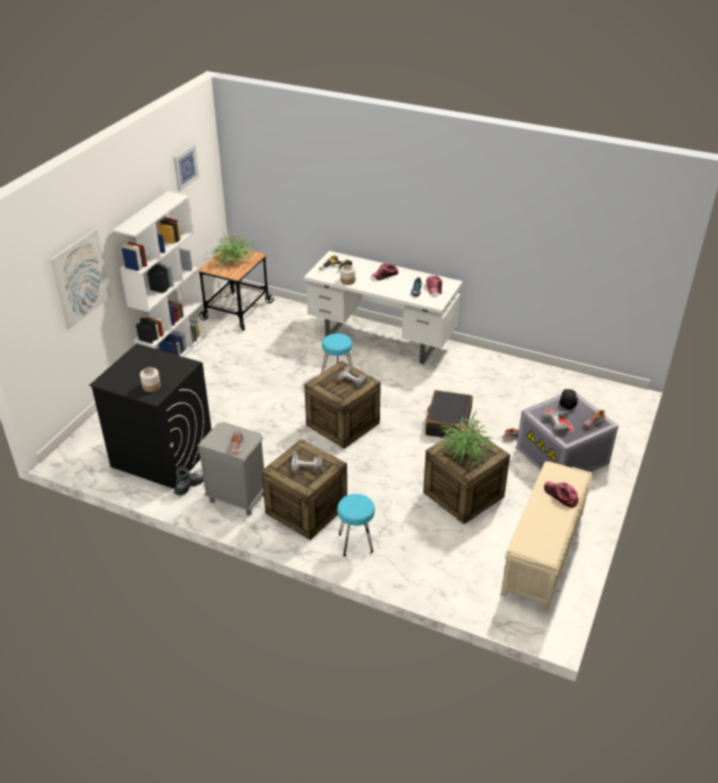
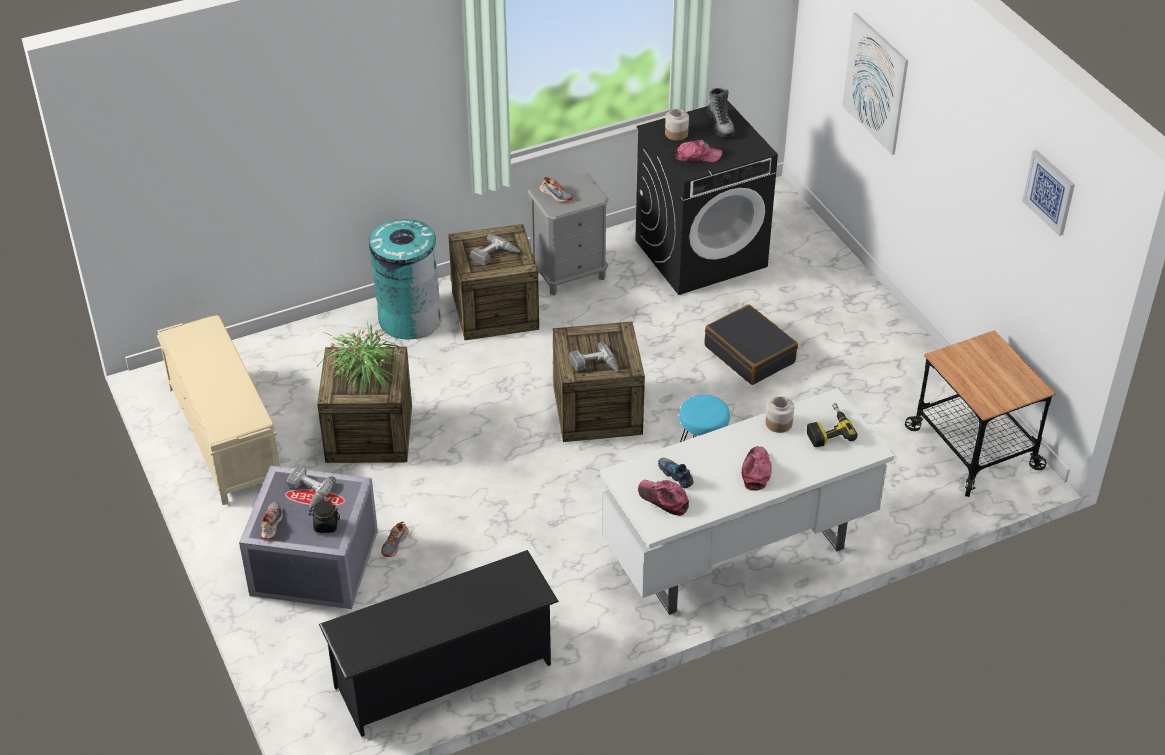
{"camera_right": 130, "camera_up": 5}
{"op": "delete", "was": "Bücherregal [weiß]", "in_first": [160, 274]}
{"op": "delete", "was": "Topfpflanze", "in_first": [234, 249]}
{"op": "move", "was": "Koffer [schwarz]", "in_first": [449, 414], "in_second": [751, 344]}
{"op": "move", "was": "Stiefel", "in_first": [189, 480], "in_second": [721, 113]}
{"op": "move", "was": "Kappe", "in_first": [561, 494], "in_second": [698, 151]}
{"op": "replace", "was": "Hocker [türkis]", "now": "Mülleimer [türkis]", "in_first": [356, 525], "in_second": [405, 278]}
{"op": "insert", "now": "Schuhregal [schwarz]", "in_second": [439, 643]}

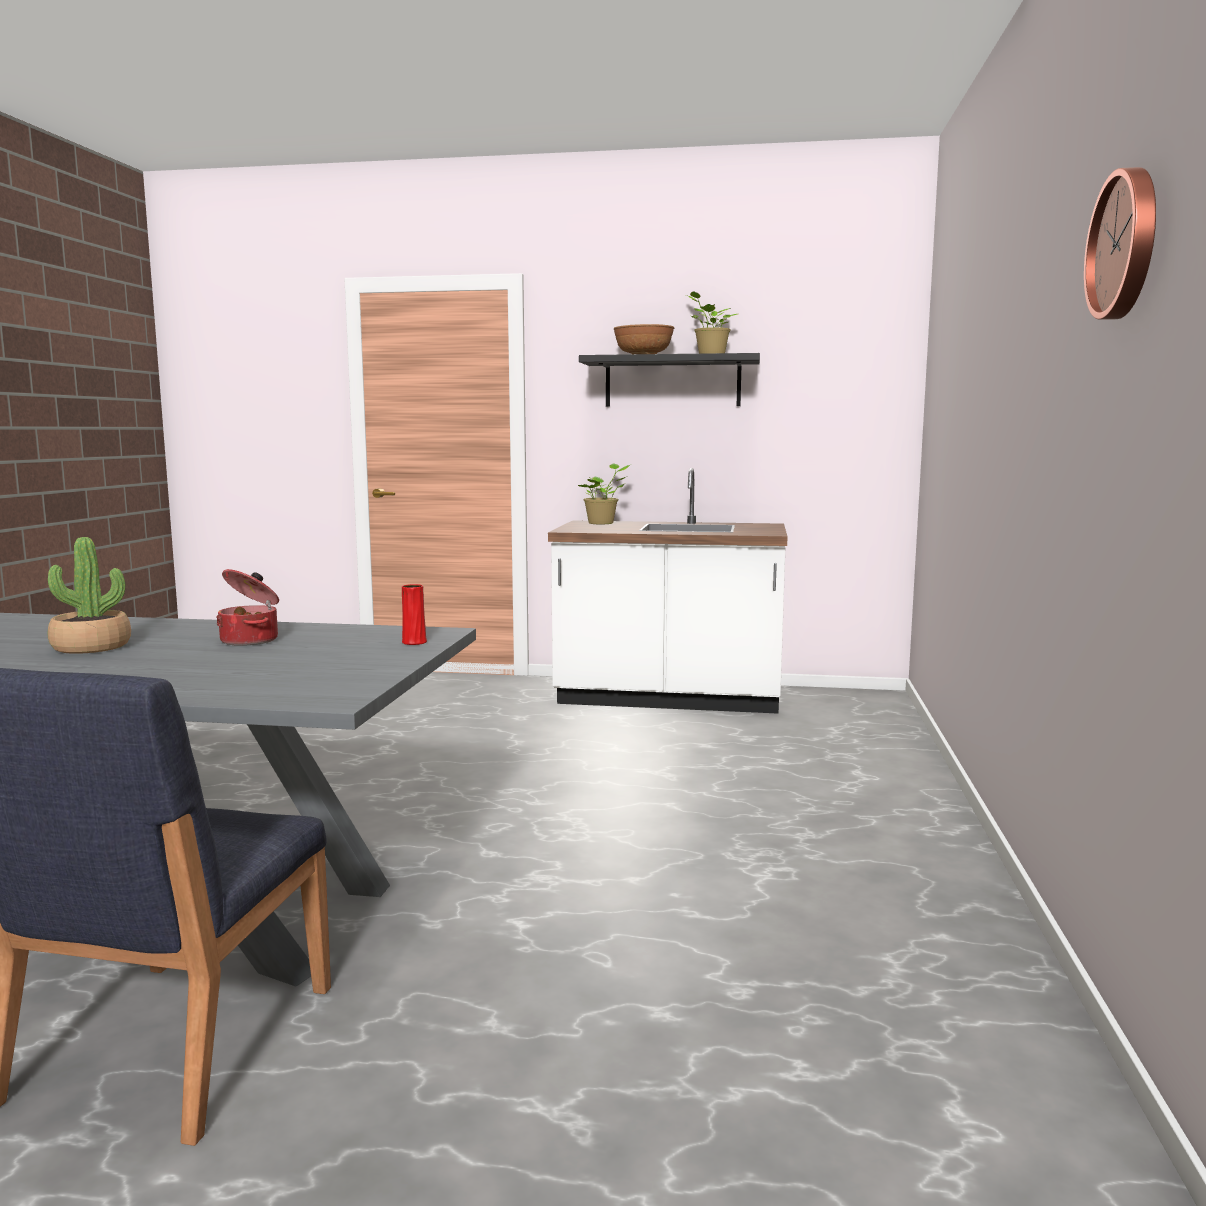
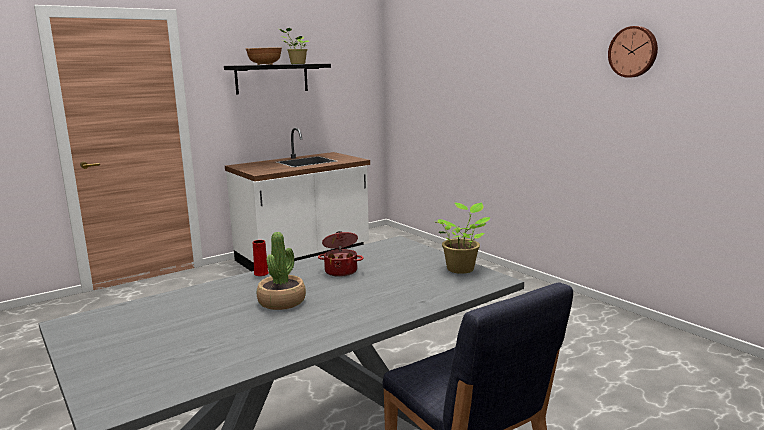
{"camera_right": -45, "camera_up": 5}
{"op": "move", "was": "Topfpflanze", "in_first": [604, 493], "in_second": [463, 238]}
{"op": "move", "was": "Vase [rot]", "in_first": [414, 614], "in_second": [261, 258]}

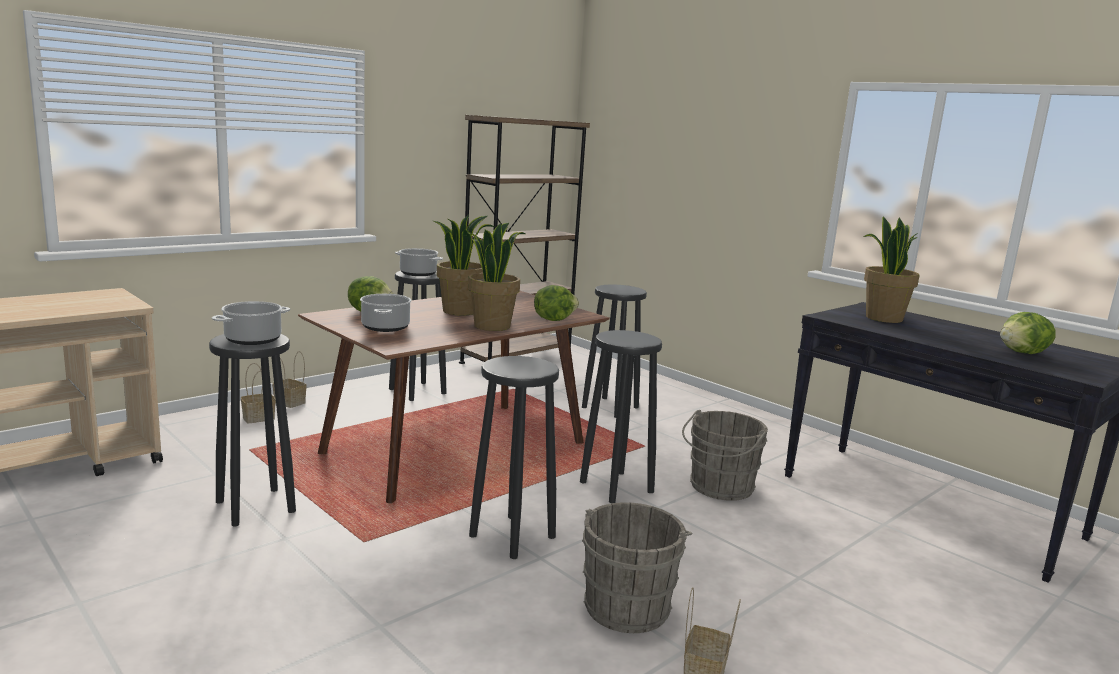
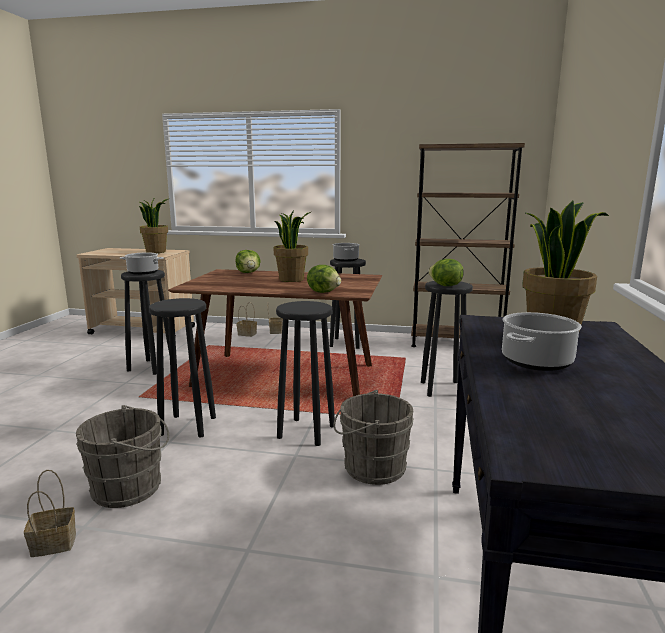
{"camera_right": 55, "camera_up": 0}
{"op": "move", "was": "Topfpflanze", "in_first": [496, 277], "in_second": [153, 226]}
{"op": "move", "was": "Kochtopf", "in_first": [386, 313], "in_second": [542, 341]}
{"op": "move", "was": "Salatkopf", "in_first": [1028, 333], "in_second": [446, 272]}

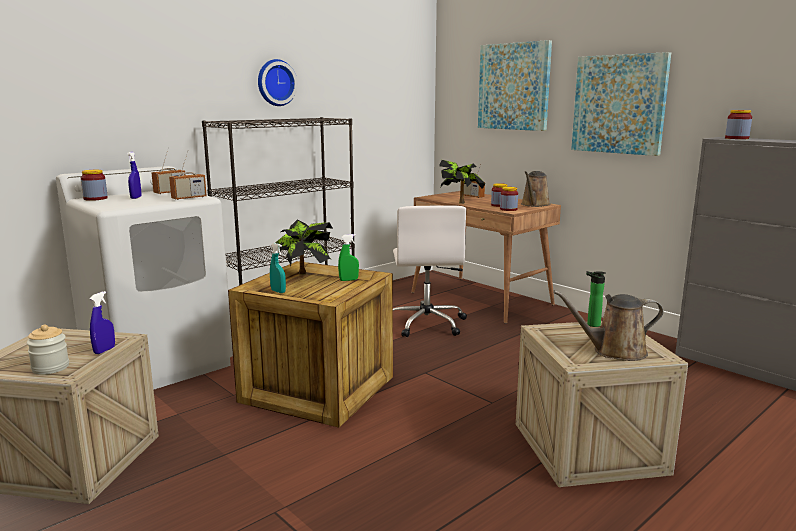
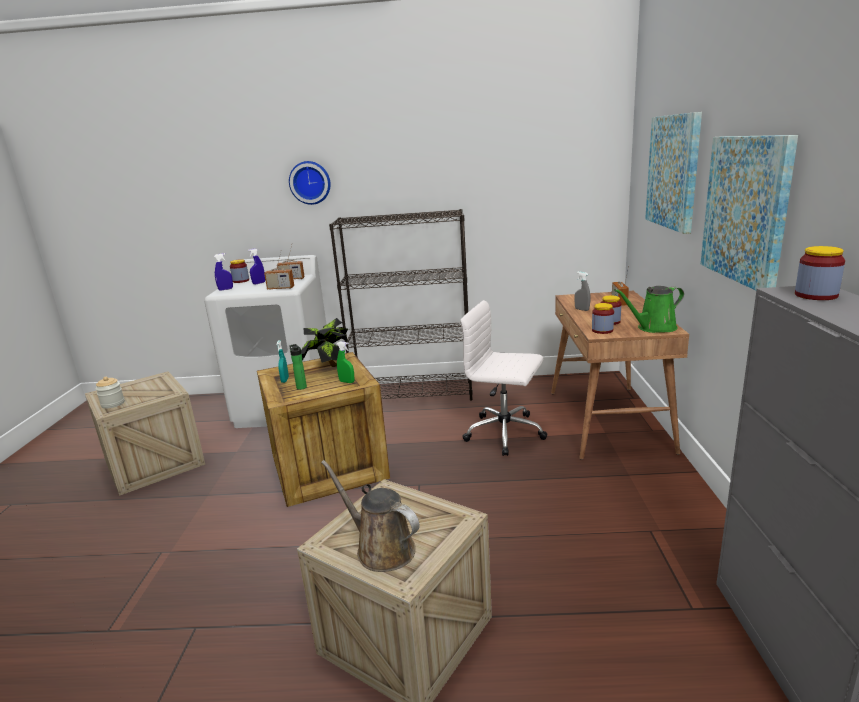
{"camera_right": 45, "camera_up": 5}
{"op": "move", "was": "Wanduhr", "in_first": [278, 82], "in_second": [310, 183]}
{"op": "replace", "was": "Topfpflanze", "now": "Sprühflasche [grau]", "in_first": [462, 182], "in_second": [582, 291]}
{"op": "recolor", "was": "Gießkanne [braun]", "now": "Gießkanne [grün]", "in_first": [536, 189], "in_second": [649, 309]}
{"op": "rotate", "was": "Bürostuhl [weiß]", "in_first": [430, 271], "in_second": [504, 378], "clockwise": 75}
{"op": "move", "was": "Flasche", "in_first": [596, 299], "in_second": [298, 367]}
{"op": "move", "was": "Sprühflasche [blau]", "in_first": [102, 322], "in_second": [223, 272]}

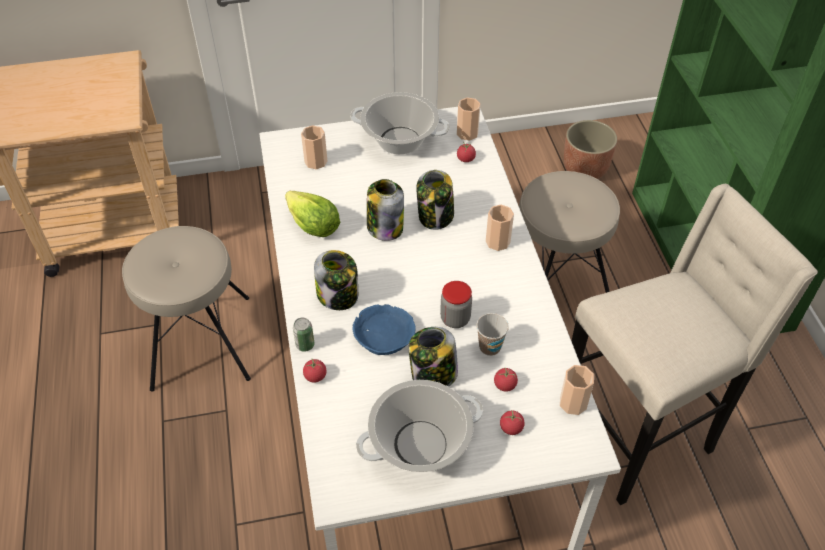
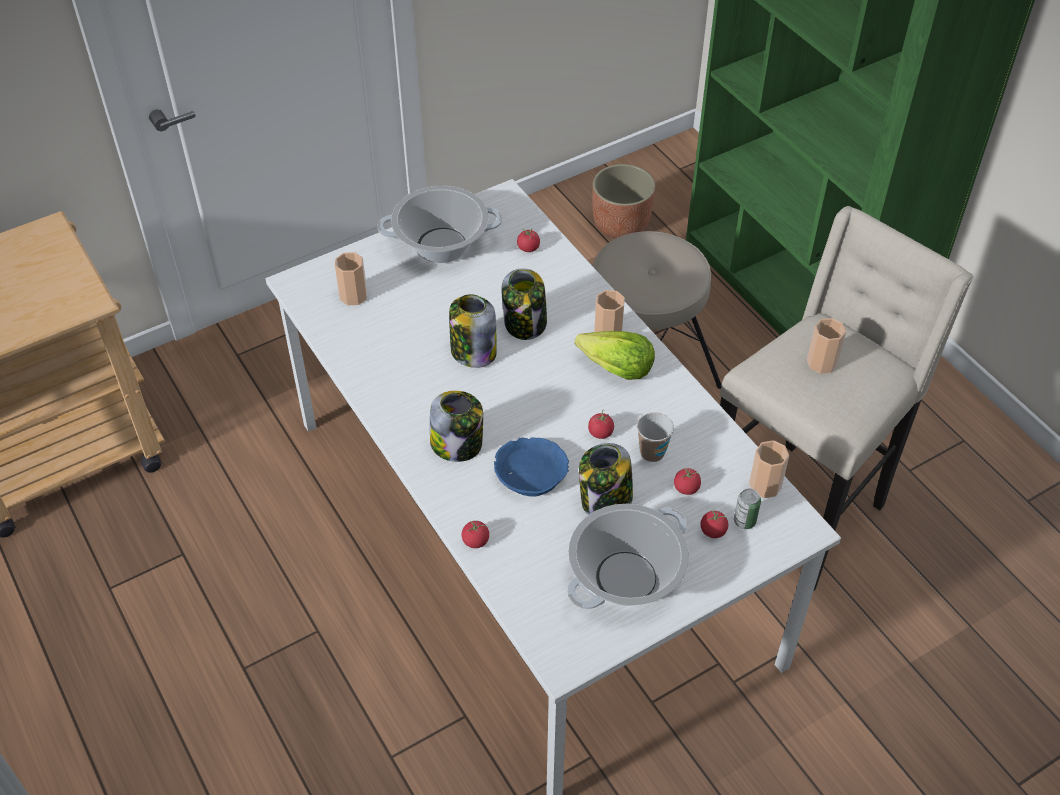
{"camera_right": -20, "camera_up": 0}
{"op": "move", "was": "Tasse", "in_first": [469, 119], "in_second": [826, 346]}
{"op": "move", "was": "Salatkopf", "in_first": [312, 214], "in_second": [615, 355]}
{"op": "delete", "was": "Hocker [beige]", "in_first": [186, 308]}
{"op": "replace", "was": "Vorratsglas", "now": "Tomate", "in_first": [456, 304], "in_second": [601, 424]}
{"op": "move", "was": "Dose", "in_first": [304, 335], "in_second": [747, 509]}

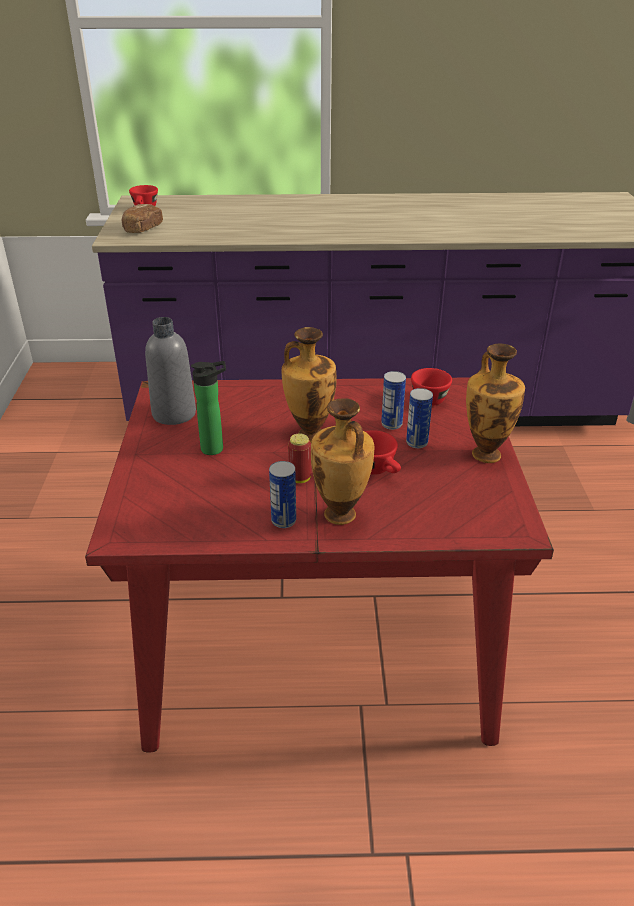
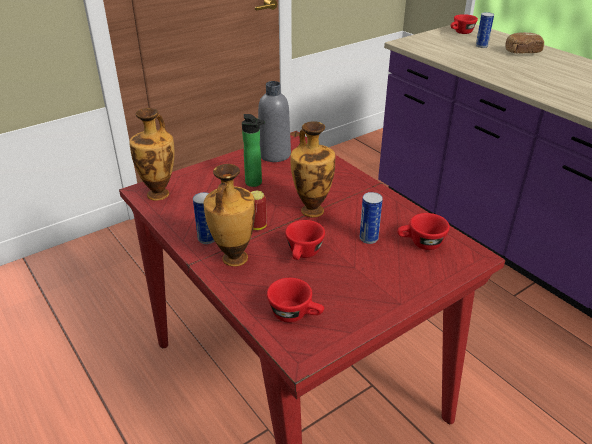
{"camera_right": 55, "camera_up": 0}
{"op": "move", "was": "Brot", "in_first": [142, 218], "in_second": [525, 42]}
{"op": "move", "was": "Vase", "in_first": [495, 403], "in_second": [152, 154]}
{"op": "move", "was": "Dose", "in_first": [419, 418], "in_second": [485, 30]}
{"op": "insert", "now": "Tasse [rot]", "in_second": [295, 300]}

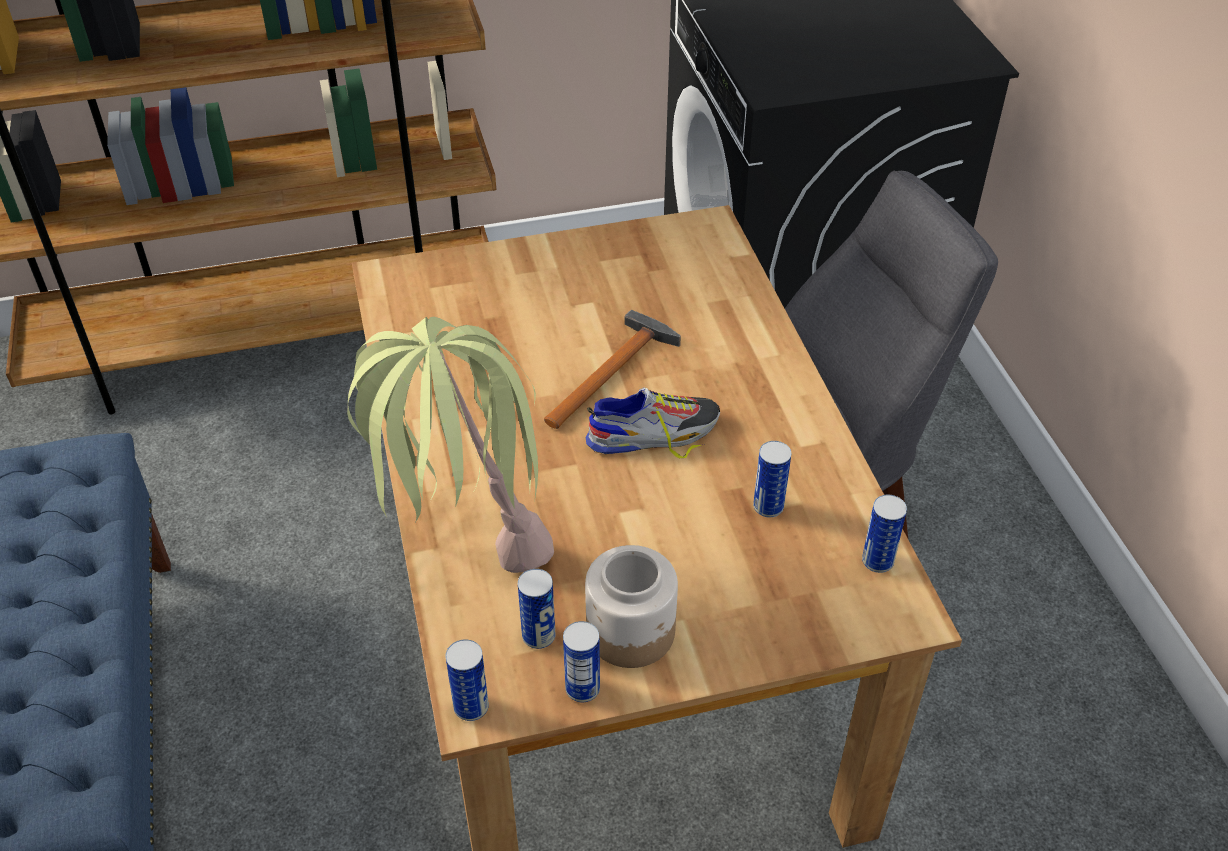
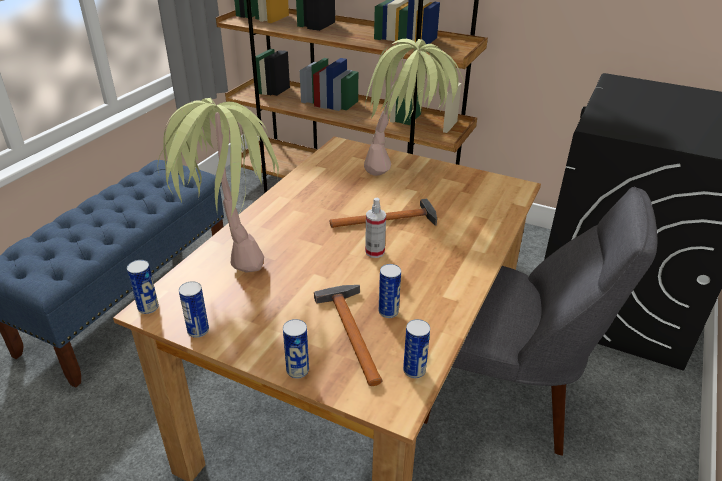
{"camera_right": 40, "camera_up": -10}
{"op": "replace", "was": "Schuh", "now": "Sprühflasche", "in_first": [653, 423], "in_second": [375, 228]}
{"op": "delete", "was": "Vorratsglas", "in_first": [631, 606]}
{"op": "move", "was": "Dose", "in_first": [537, 609], "in_second": [296, 349]}
{"op": "insert", "now": "Topfpflanze", "in_second": [414, 107]}
{"op": "insert", "now": "Hammer", "in_second": [348, 335]}

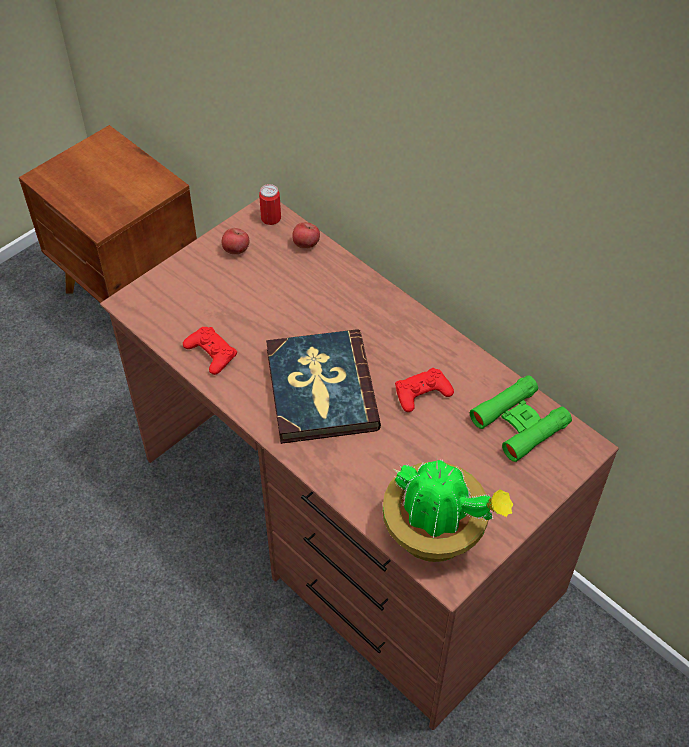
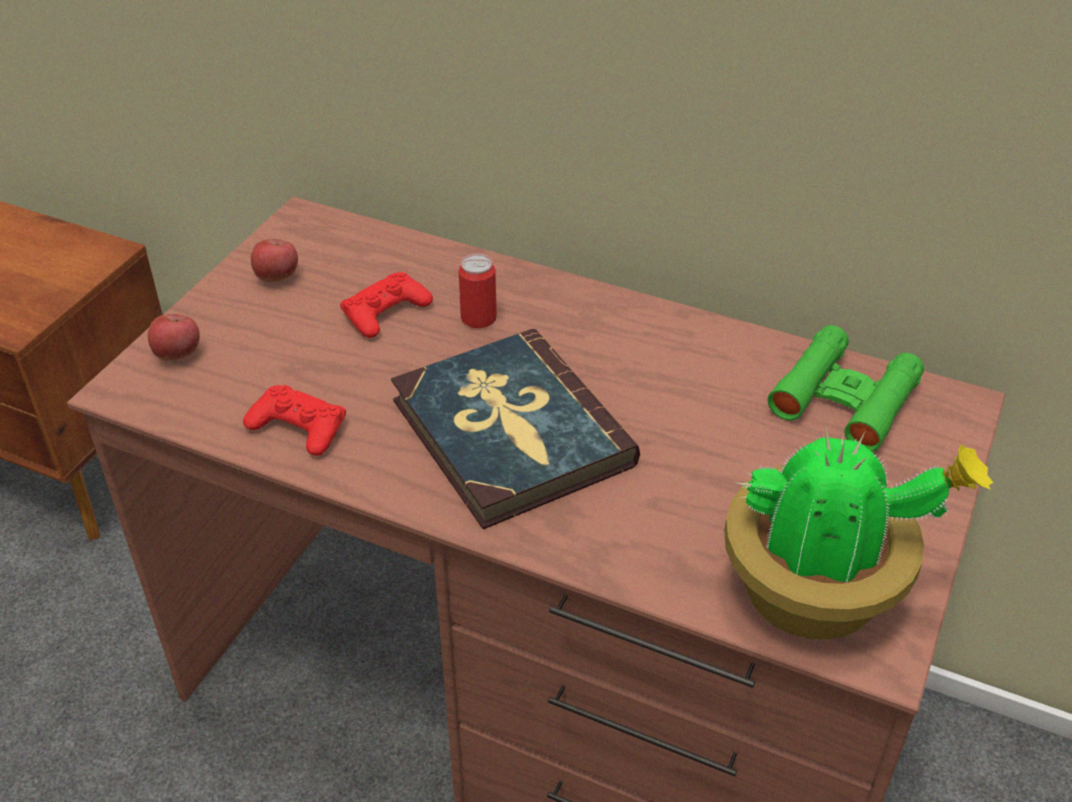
{"camera_right": -20, "camera_up": -10}
{"op": "move", "was": "Dose", "in_first": [270, 204], "in_second": [478, 290]}
{"op": "move", "was": "Apfel", "in_first": [306, 235], "in_second": [174, 337]}
{"op": "move", "was": "Gamepad [rot]", "in_first": [424, 390], "in_second": [386, 305]}

